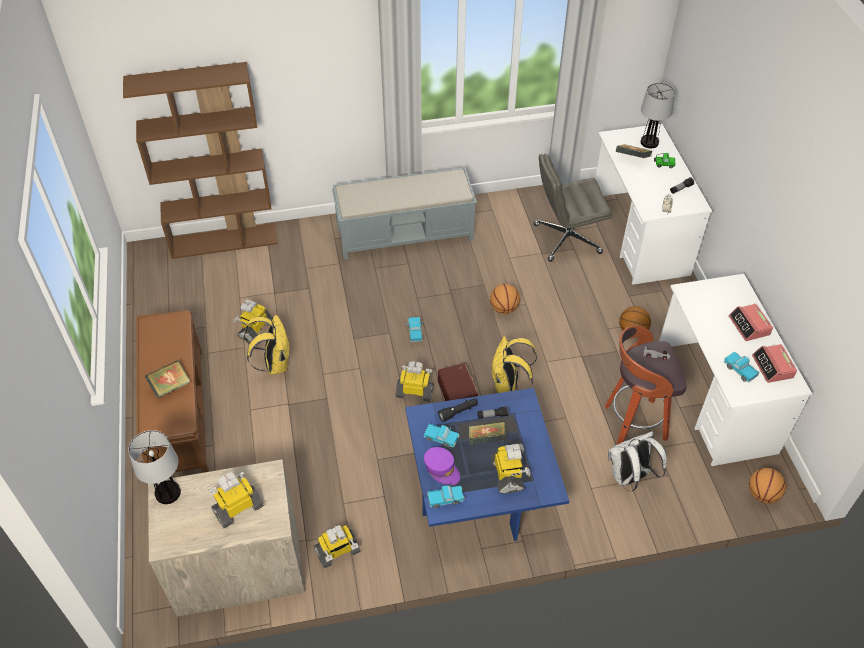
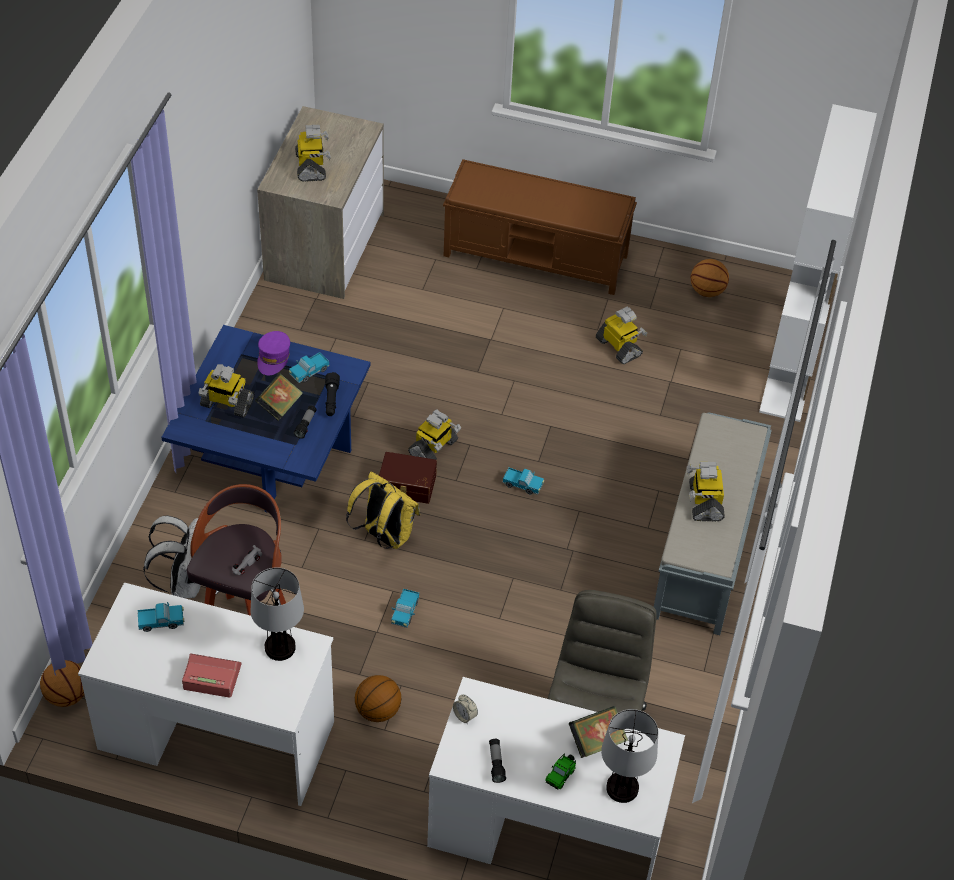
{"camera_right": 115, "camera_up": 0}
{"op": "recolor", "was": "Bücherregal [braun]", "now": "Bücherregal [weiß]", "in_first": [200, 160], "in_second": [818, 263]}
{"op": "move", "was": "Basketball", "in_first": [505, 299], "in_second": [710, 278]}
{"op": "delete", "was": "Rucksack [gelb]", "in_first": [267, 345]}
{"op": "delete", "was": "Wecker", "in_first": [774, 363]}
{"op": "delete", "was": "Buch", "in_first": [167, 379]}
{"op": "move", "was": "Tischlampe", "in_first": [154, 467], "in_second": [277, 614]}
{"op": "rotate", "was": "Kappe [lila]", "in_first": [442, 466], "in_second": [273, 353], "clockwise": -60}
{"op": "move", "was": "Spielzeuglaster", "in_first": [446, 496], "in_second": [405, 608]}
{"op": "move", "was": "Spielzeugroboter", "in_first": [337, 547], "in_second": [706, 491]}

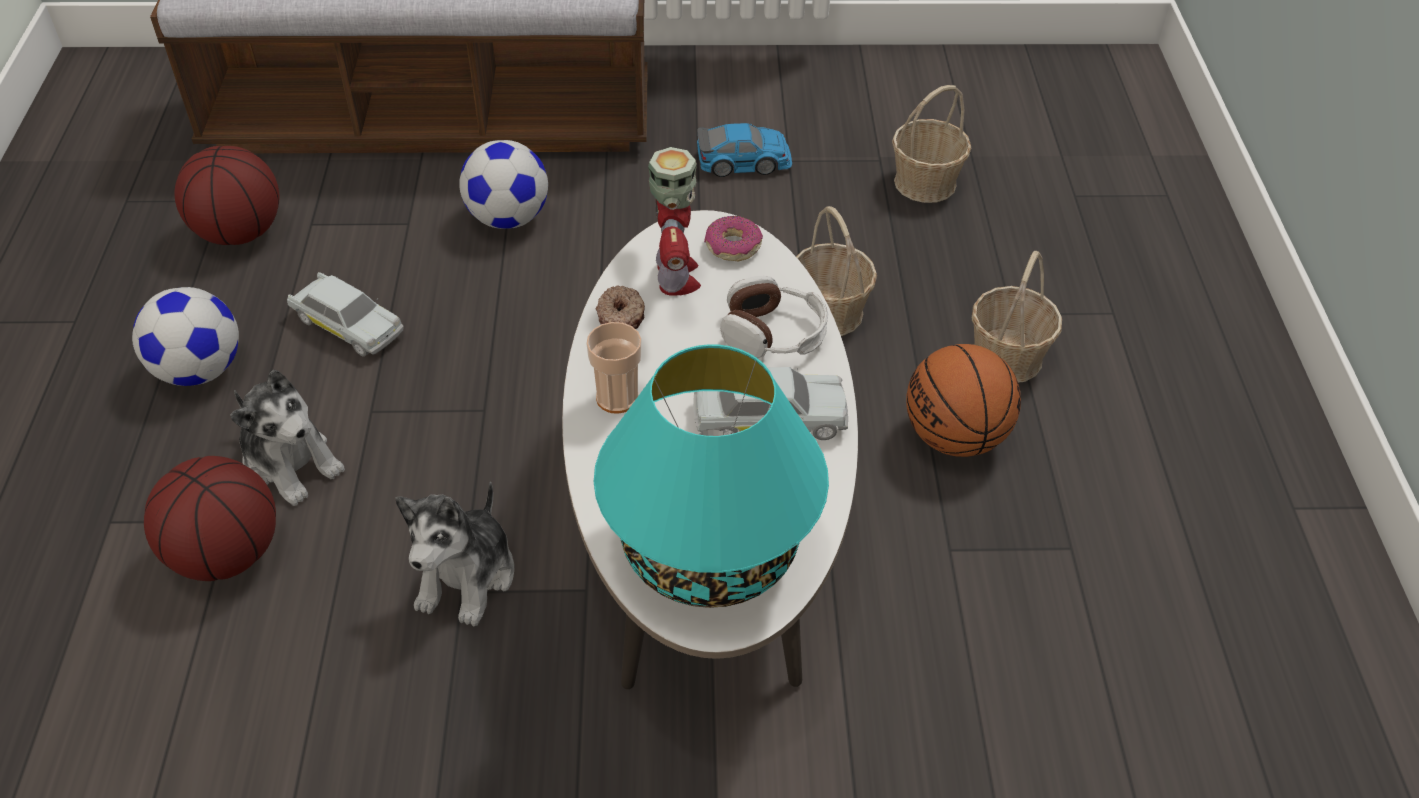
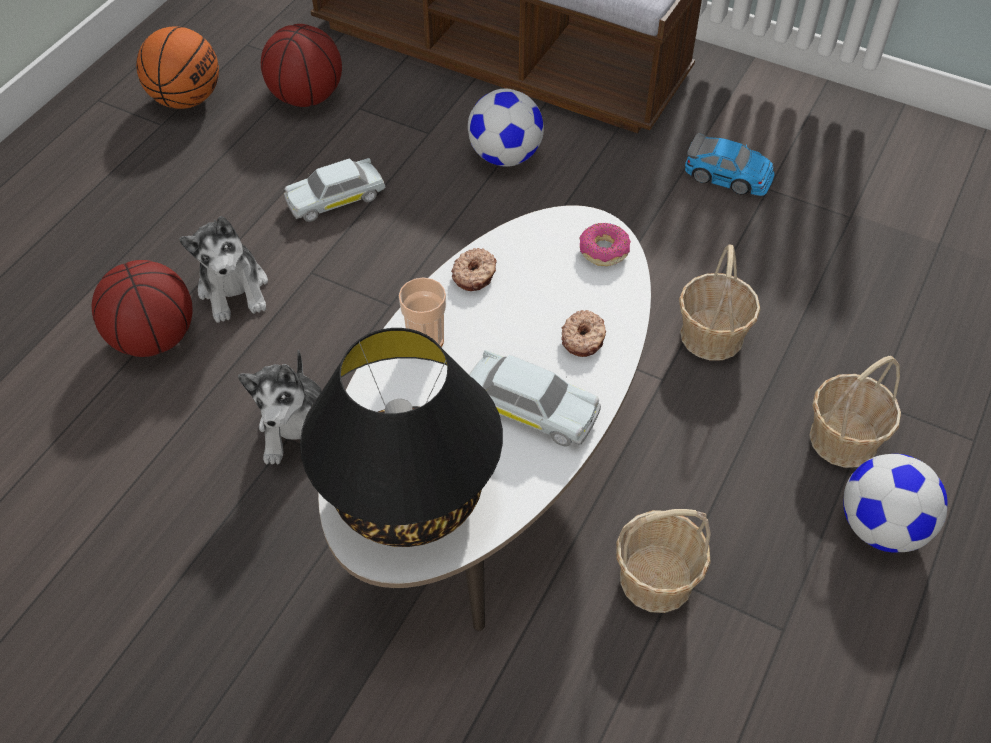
{"camera_right": 30, "camera_up": 5}
{"op": "move", "was": "Korb", "in_first": [931, 144], "in_second": [663, 561]}
{"op": "delete", "was": "Spielzeugroboter", "in_first": [674, 221]}
{"op": "rotate", "was": "Spielzeugauto [weiß]", "in_first": [345, 314], "in_second": [334, 190], "clockwise": 90}
{"op": "replace", "was": "Kopfhörer", "now": "Donut", "in_first": [774, 317], "in_second": [583, 333]}
{"op": "move", "was": "Fußball", "in_first": [185, 336], "in_second": [895, 503]}
{"op": "recolor", "was": "Tischlampe [türkis]", "now": "Tischlampe [schwarz]", "in_first": [711, 476], "in_second": [401, 437]}
{"op": "move", "was": "Basketball", "in_first": [963, 400], "in_second": [177, 67]}
{"op": "rotate", "was": "Plüschtier", "in_first": [454, 554], "in_second": [280, 407], "clockwise": -45}

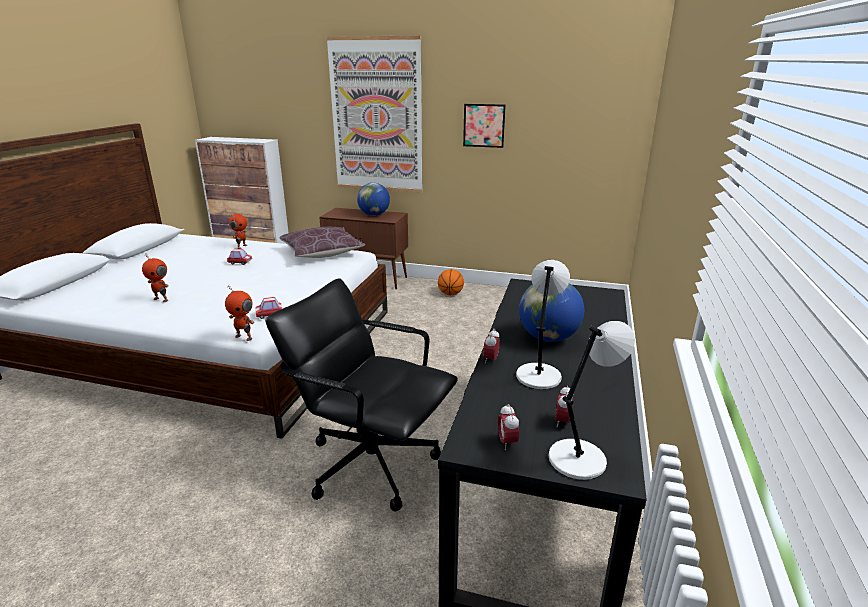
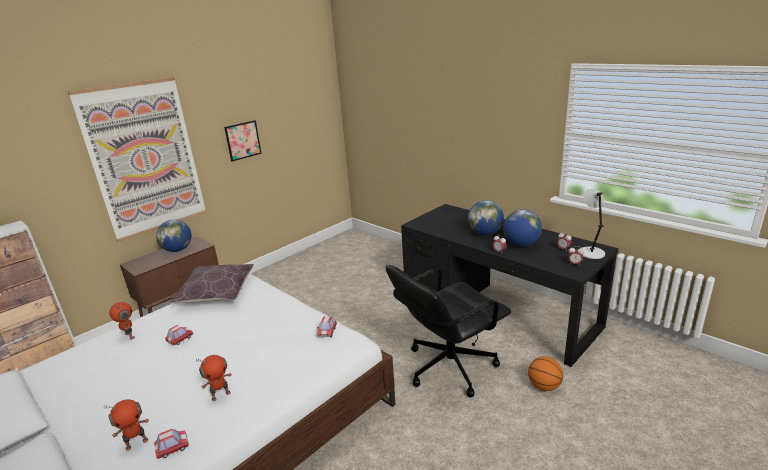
{"camera_right": -60, "camera_up": 0}
{"op": "replace", "was": "Tischlampe [grau]", "now": "Globus", "in_first": [543, 324], "in_second": [522, 228]}
{"op": "move", "was": "Basketball", "in_first": [451, 282], "in_second": [545, 373]}
{"op": "move", "was": "Spielzeugroboter", "in_first": [240, 313], "in_second": [126, 425]}
{"op": "insert", "now": "Spielzeugauto", "in_second": [171, 444]}

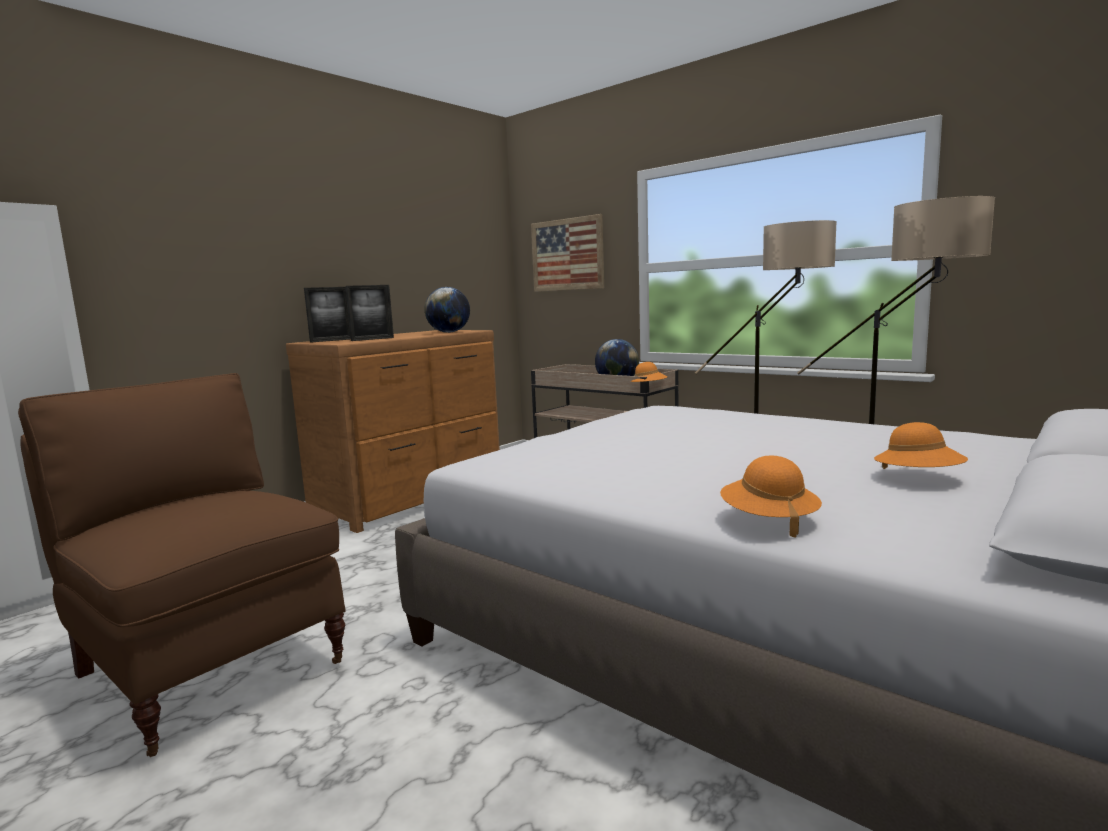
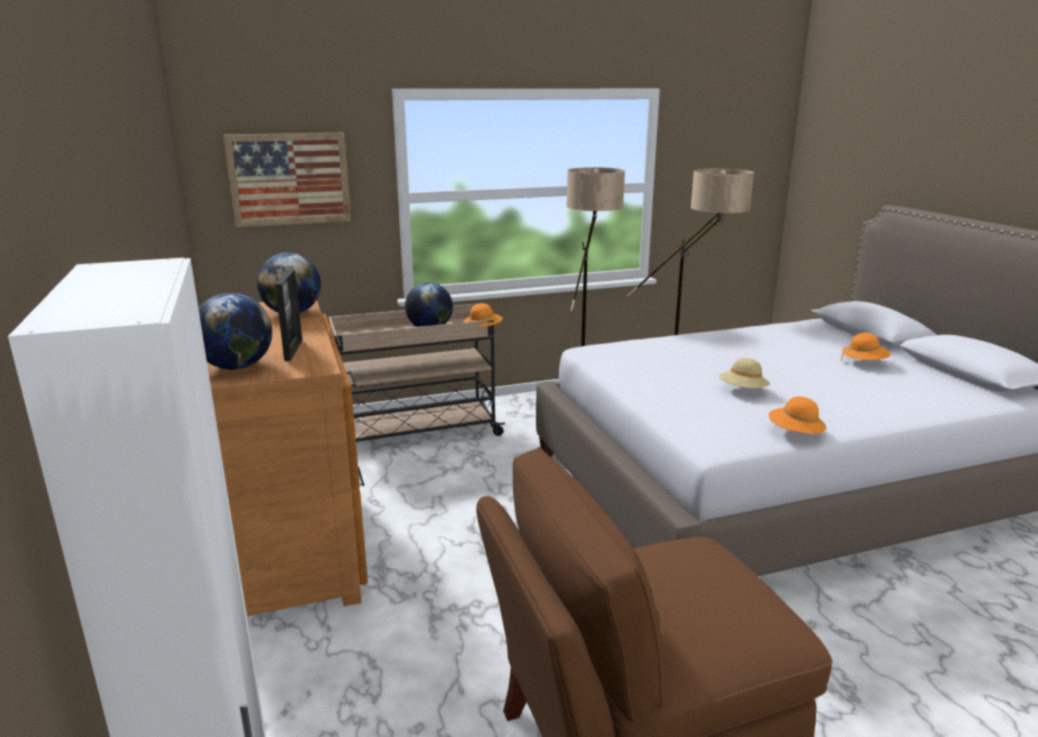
{"camera_right": -60, "camera_up": 10}
{"op": "replace", "was": "Bilderrahmen", "now": "Globus", "in_first": [327, 314], "in_second": [235, 331]}
{"op": "move", "was": "Hut [orange]", "in_first": [771, 497], "in_second": [797, 415]}
{"op": "insert", "now": "Hut [beige]", "in_second": [744, 373]}

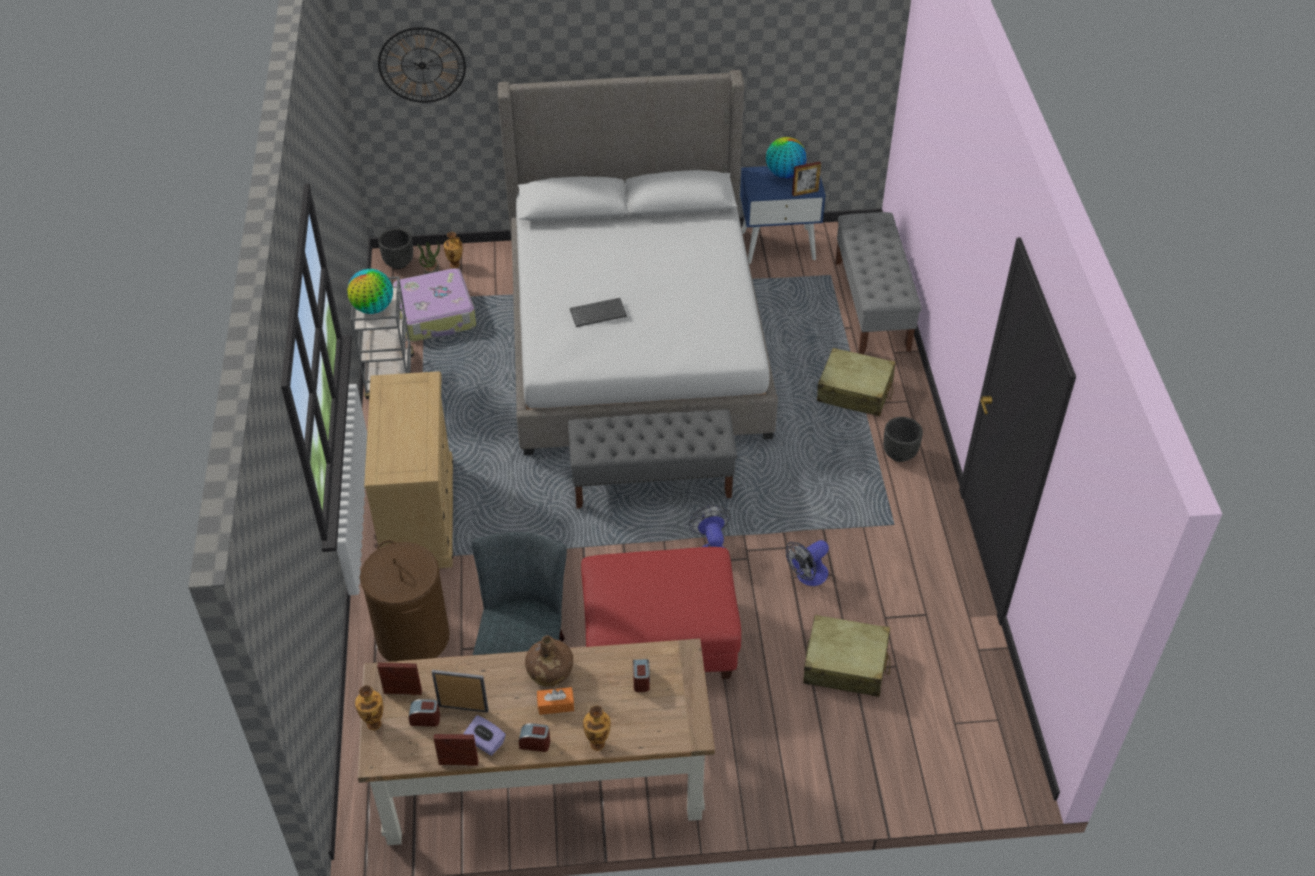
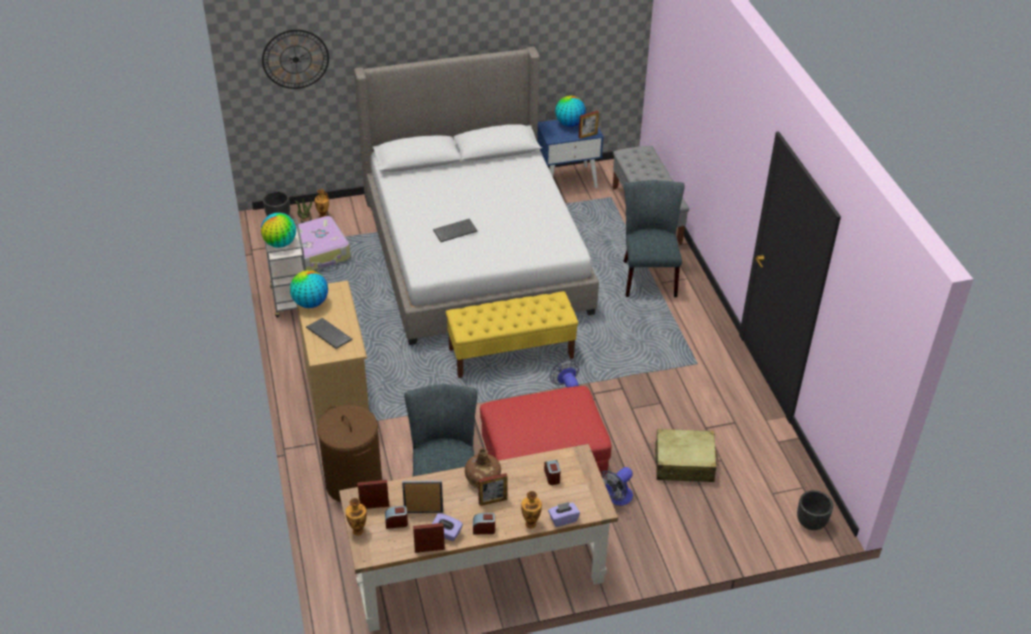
{"camera_right": -10, "camera_up": -5}
{"op": "replace", "was": "Koffer [beige]", "now": "Stuhl [grau]", "in_first": [856, 382], "in_second": [654, 238]}
{"op": "recolor", "was": "Bank [grau]", "now": "Bank [gelb]", "in_first": [652, 459], "in_second": [512, 334]}
{"op": "move", "was": "Pflanzkübel [schwarz]", "in_first": [903, 439], "in_second": [815, 510]}
{"op": "move", "was": "Ventilator", "in_first": [807, 563], "in_second": [616, 486]}
{"op": "replace", "was": "Taschentuchbox [orange]", "now": "Bilderrahmen", "in_first": [555, 701], "in_second": [493, 489]}
{"op": "insert", "now": "Globus", "in_second": [309, 289]}
{"op": "insert", "now": "Tastatur", "in_second": [329, 333]}
{"op": "insert", "now": "Taschentuchbox [lila]", "in_second": [564, 514]}

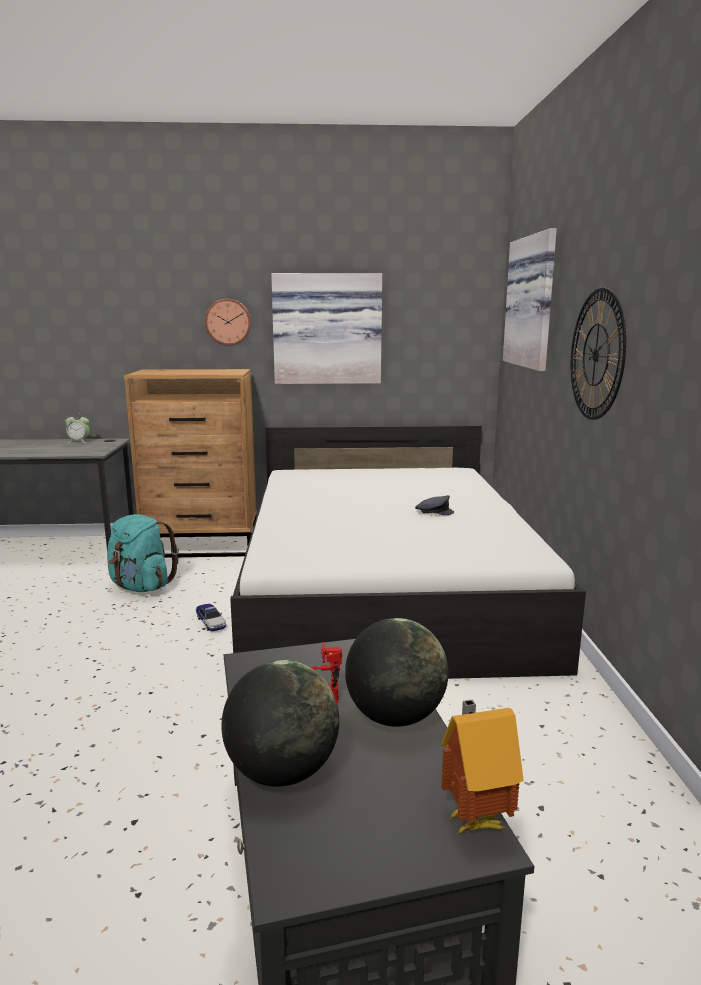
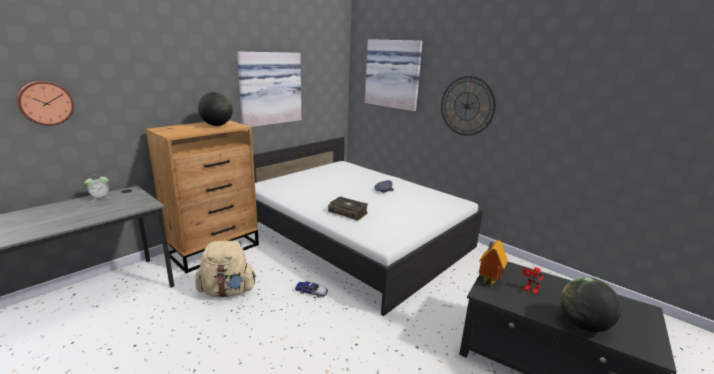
{"camera_right": -45, "camera_up": 5}
{"op": "move", "was": "Wanduhr", "in_first": [228, 322], "in_second": [45, 103]}
{"op": "recolor", "was": "Rucksack [türkis]", "now": "Rucksack [beige]", "in_first": [143, 553], "in_second": [225, 269]}
{"op": "move", "was": "Globus", "in_first": [396, 672], "in_second": [215, 109]}
{"op": "move", "was": "Spielzeughaus", "in_first": [482, 767], "in_second": [493, 263]}
{"op": "insert", "now": "Buch", "in_second": [348, 208]}

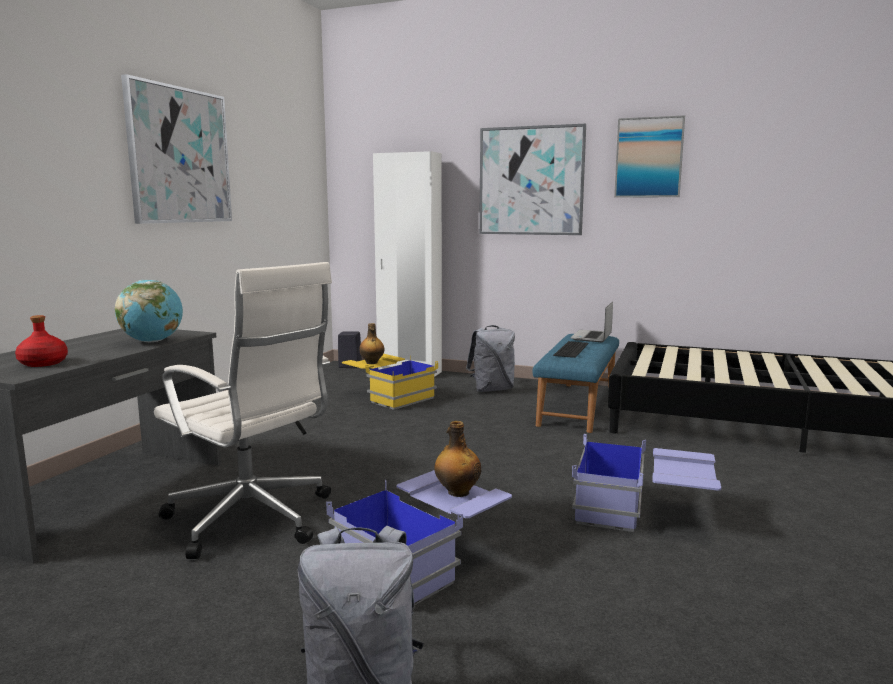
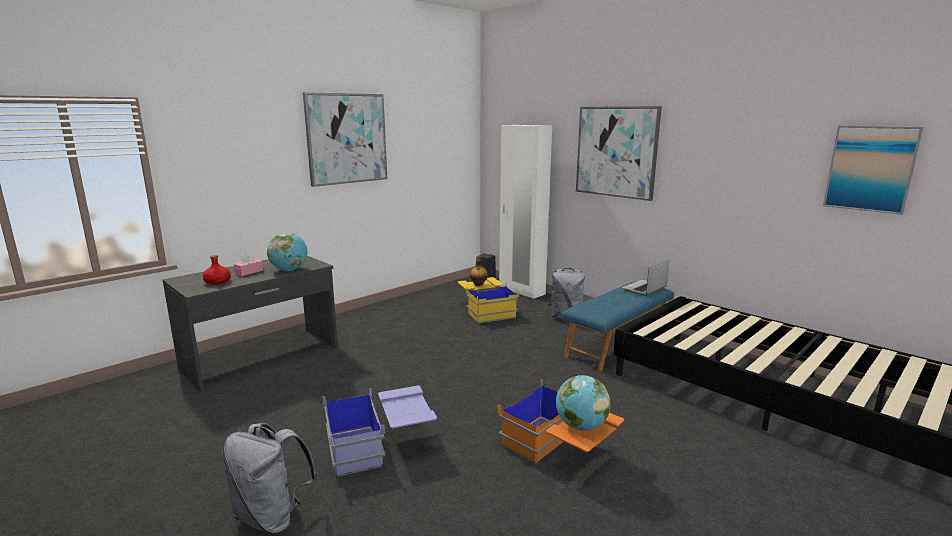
{"camera_right": 25, "camera_up": 5}
{"op": "move", "was": "Bild", "in_first": [649, 156], "in_second": [873, 170]}
{"op": "delete", "was": "Bürostuhl [weiß]", "in_first": [243, 410]}
{"op": "delete", "was": "Tastatur", "in_first": [570, 349]}
{"op": "delete", "was": "Flasche", "in_first": [457, 459]}
{"op": "recolor", "was": "Aufbewahrungsbox [blau]", "now": "Aufbewahrungsbox [orange]", "in_first": [646, 483], "in_second": [561, 421]}
{"op": "insert", "now": "Taschentuchbox [rosa]", "in_second": [248, 264]}
{"op": "insert", "now": "Globus", "in_second": [583, 403]}

